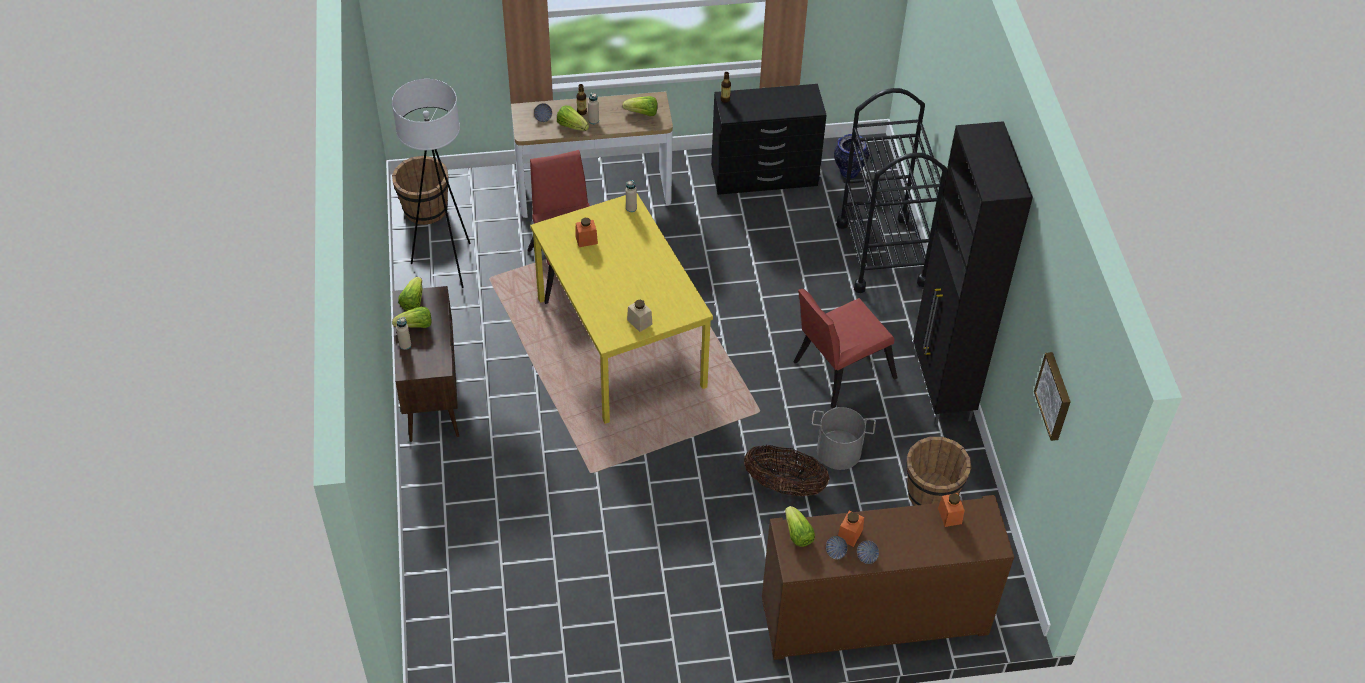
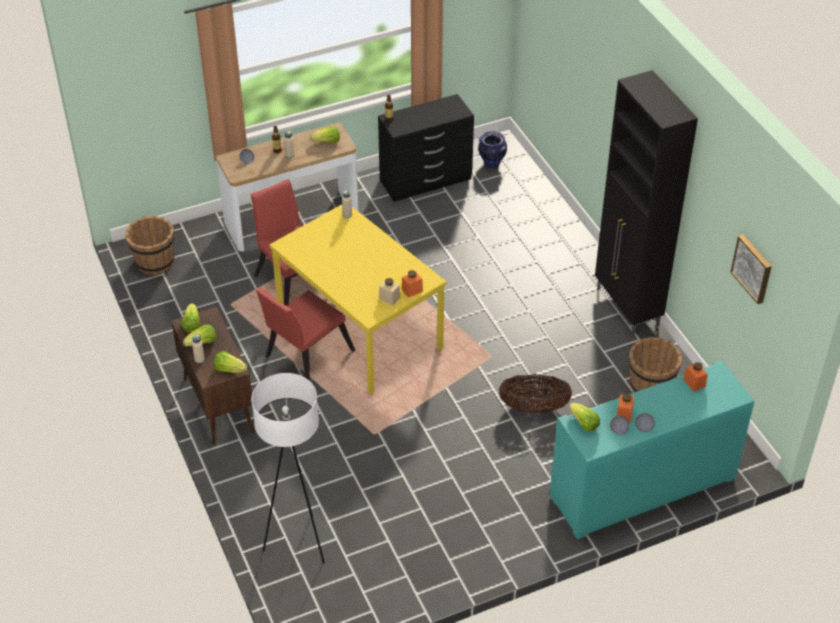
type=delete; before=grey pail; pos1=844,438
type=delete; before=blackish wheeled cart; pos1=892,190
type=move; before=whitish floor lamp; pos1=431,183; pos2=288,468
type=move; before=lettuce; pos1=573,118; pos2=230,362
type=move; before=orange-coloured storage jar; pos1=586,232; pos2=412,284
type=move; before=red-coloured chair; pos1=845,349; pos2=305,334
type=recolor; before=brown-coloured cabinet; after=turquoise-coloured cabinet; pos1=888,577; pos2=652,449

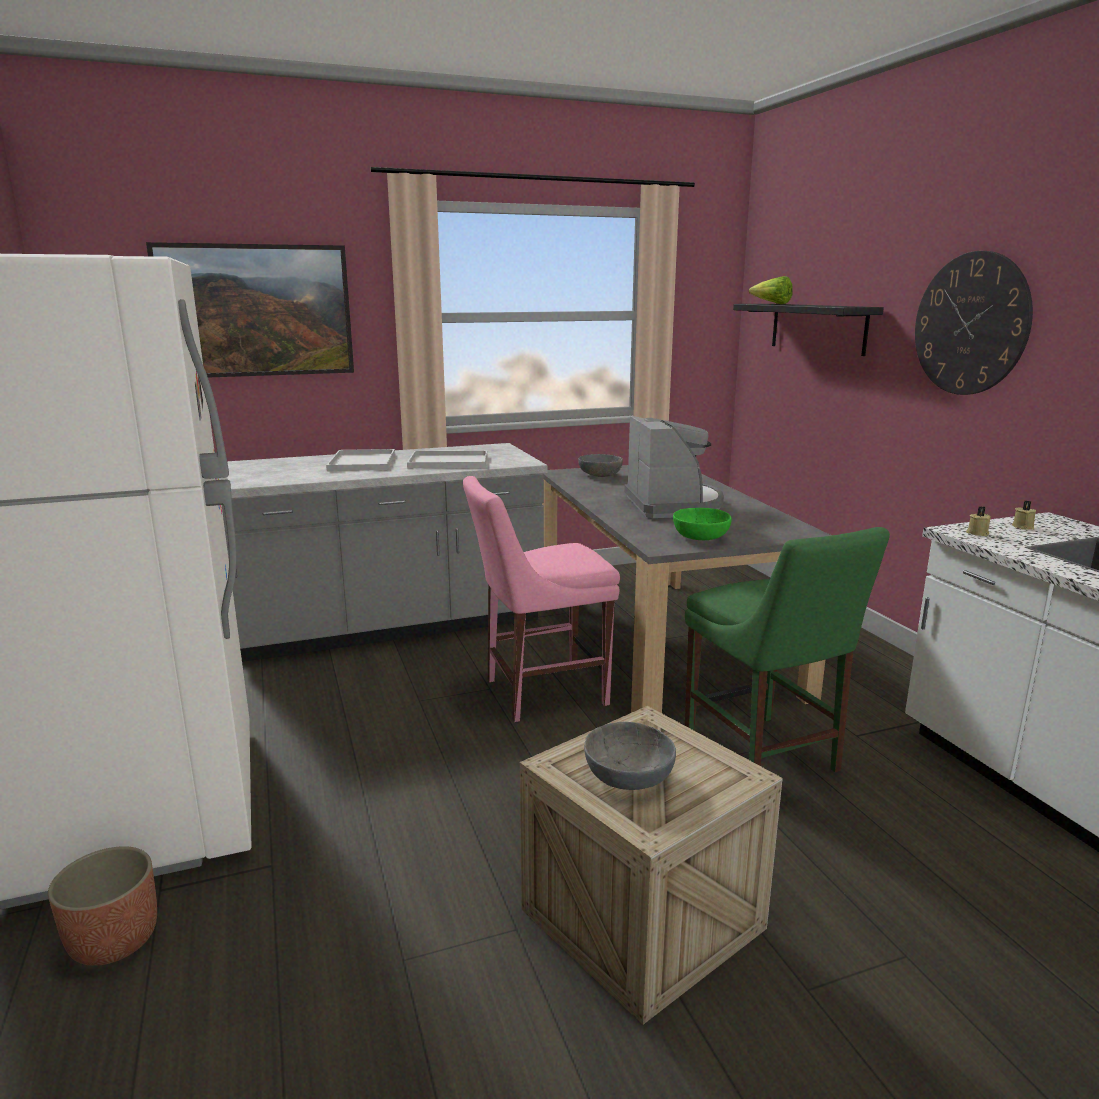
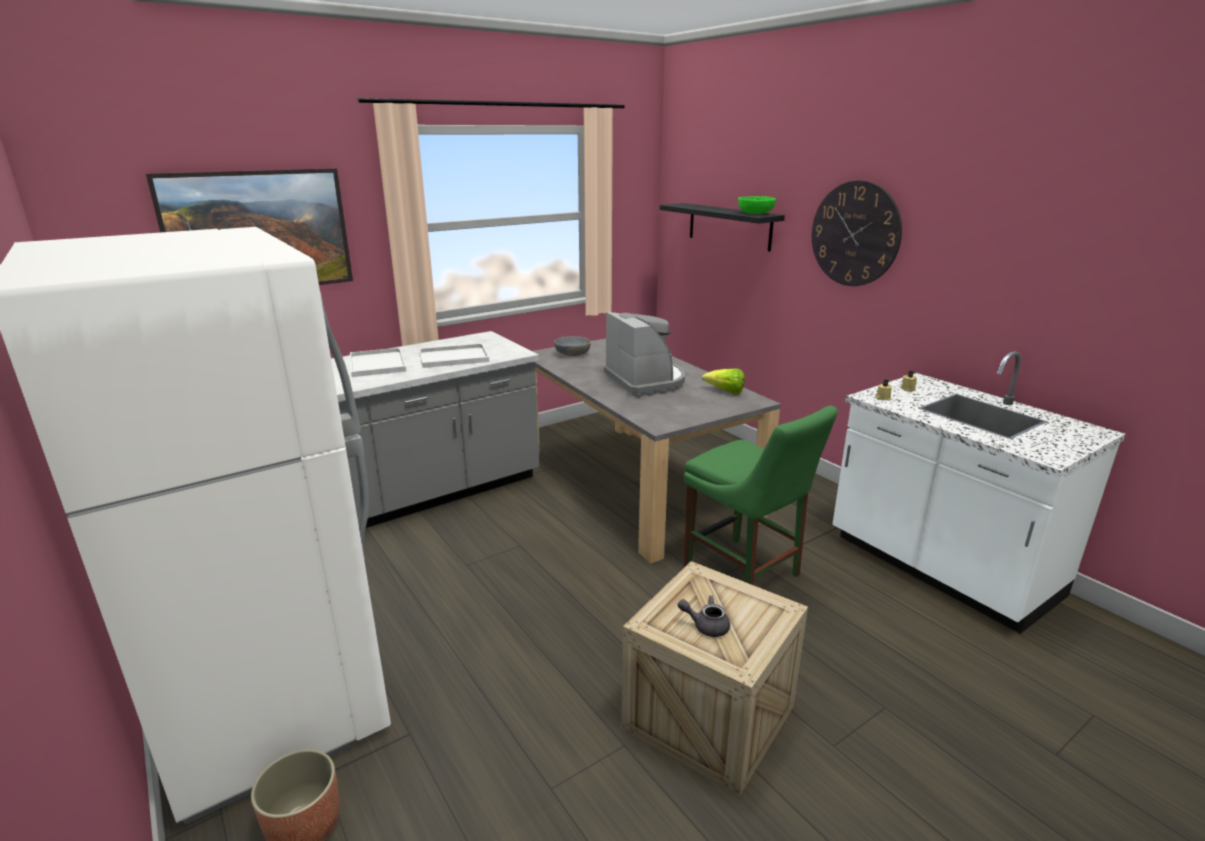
type=delete; before=pink-coloured chair; pos1=541,599
type=move; before=green-coloured bowl; pos1=702,524; pos2=757,205
type=move; before=lettuce; pos1=771,290; pos2=723,381
type=replace; before=grey bowl; after=grey tea pot; pos1=630,756; pos2=704,616

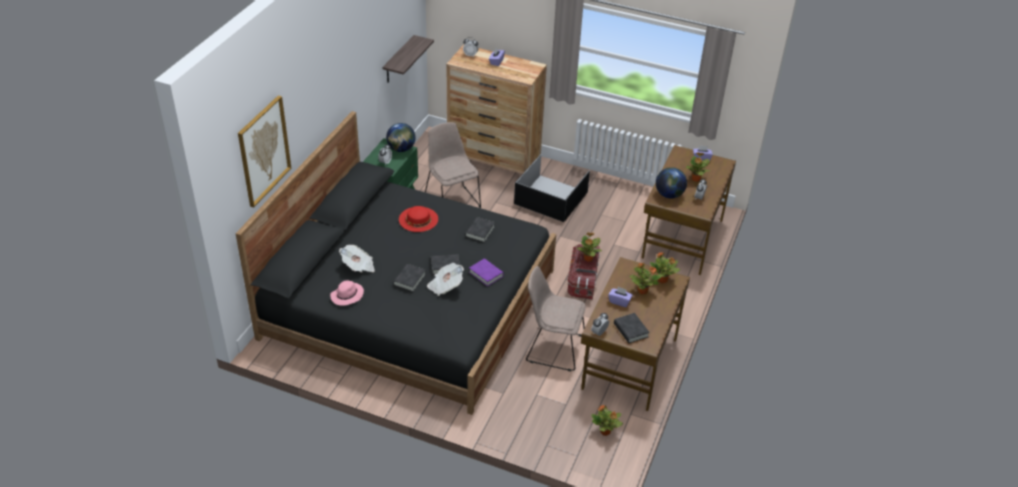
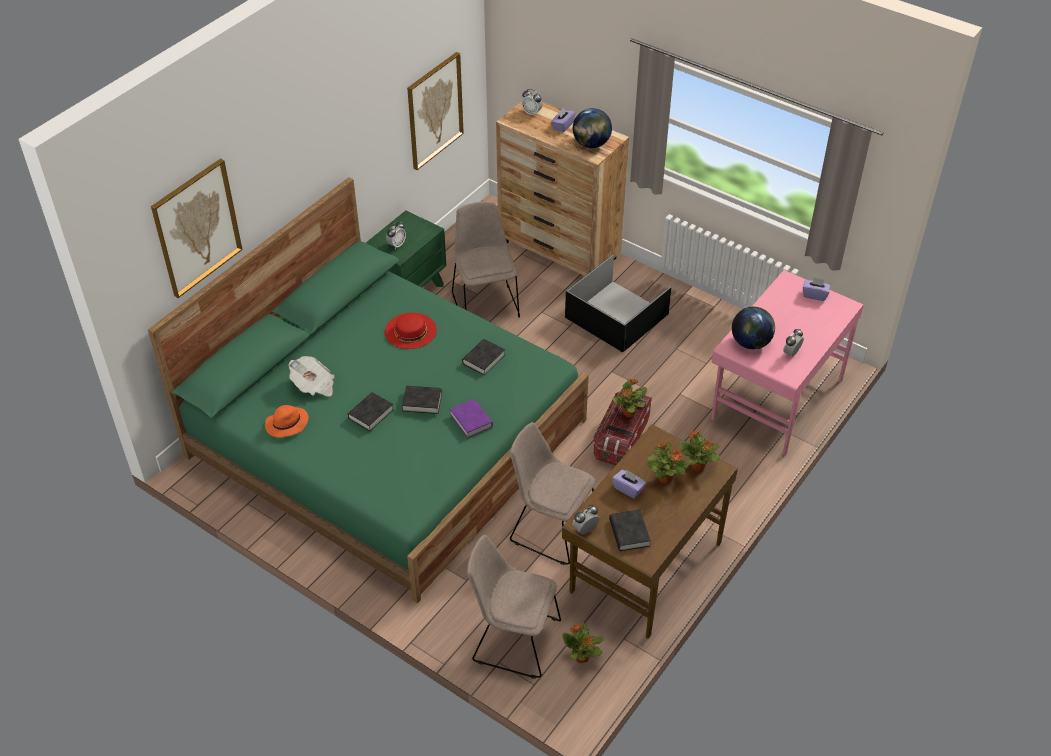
type=delete; before=daily paper; pos1=445,279
type=delete; before=plant in a pot; pos1=698,167
type=insert; after=beige chair; pos2=514,607
type=move; before=world globe; pos1=400,137; pos2=592,128
type=replace; before=wall shelf; after=wall picture; pos1=408,59; pos2=435,111
type=recolor; before=blackish bed; after=green-coloured bed; pos1=395,263; pos2=368,390
type=recolor; before=pink-coloured clothing hat; after=orange-coloured clothing hat; pos1=347,293; pos2=287,421
type=recolor; before=brown-coloured desk; after=pink-coloured desk; pos1=689,210; pos2=787,363

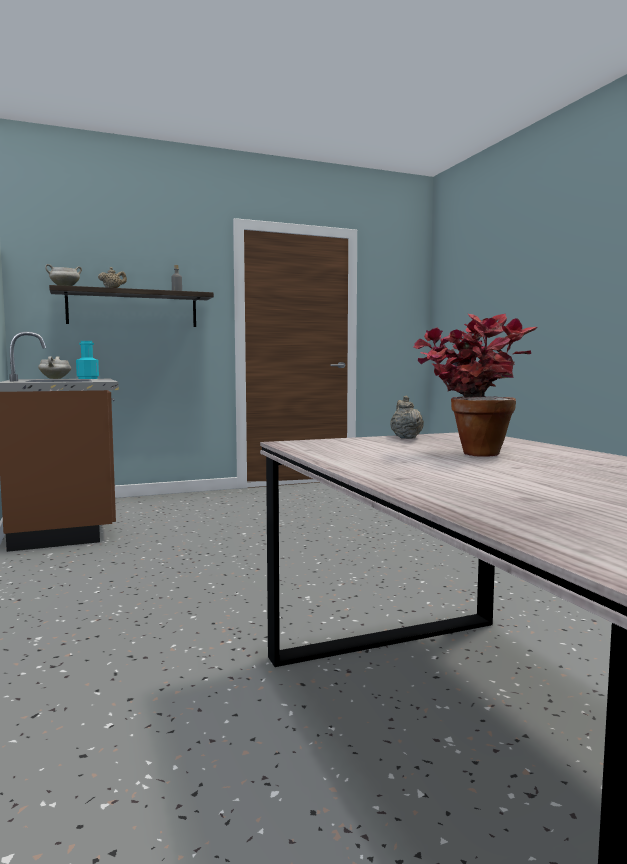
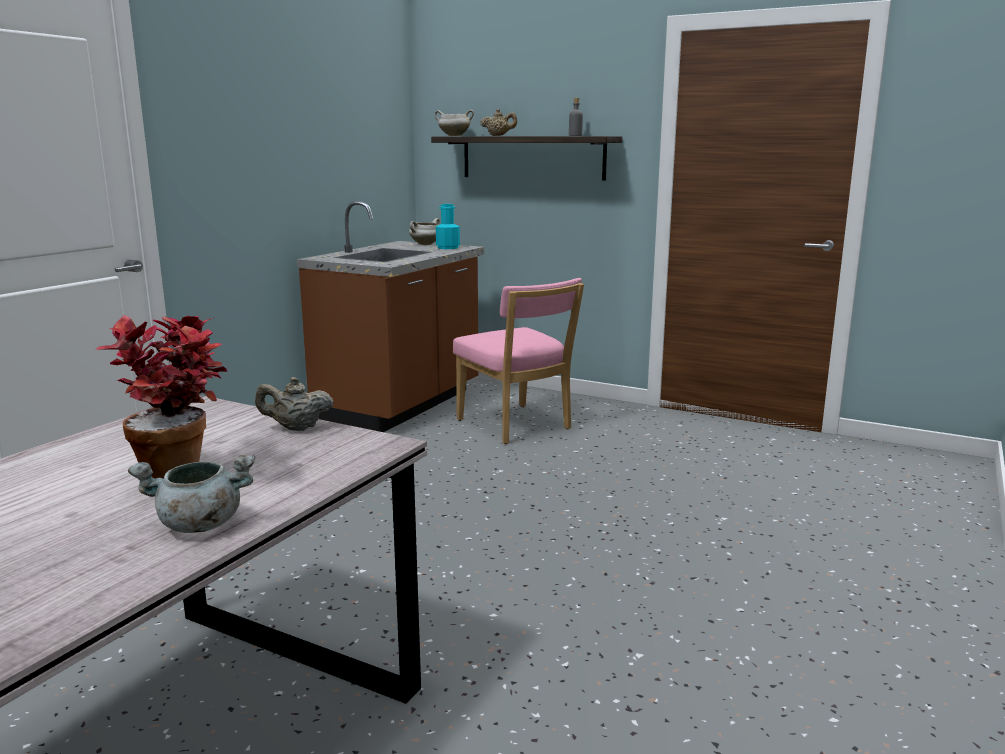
type=insert; after=grey stockpot; pos2=191,494
type=insert; after=pink-coloured chair; pos2=518,361
type=rotate; before=beige tea pot; pos1=407,417; pos2=294,404; turn=-135

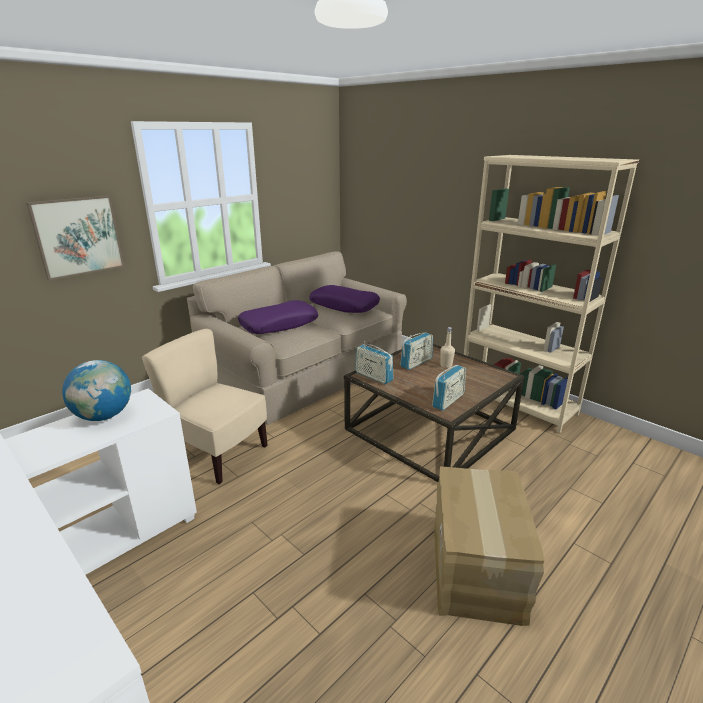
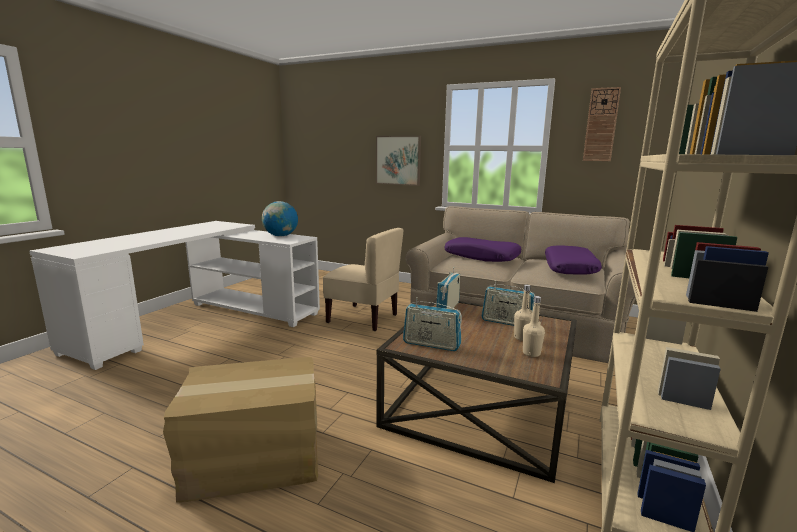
type=insert; after=beige beverage bottle; pos2=534,326
type=insert; after=hanging clock; pos2=602,124
type=rotate; before=beige chair; pos1=205,406; pos2=363,279; turn=105

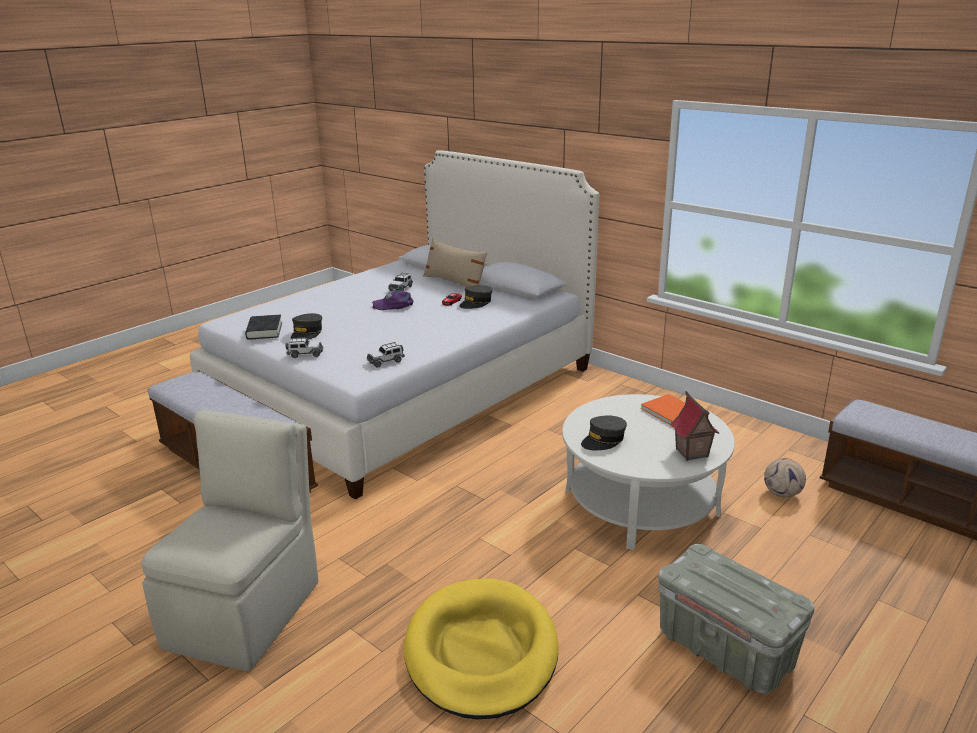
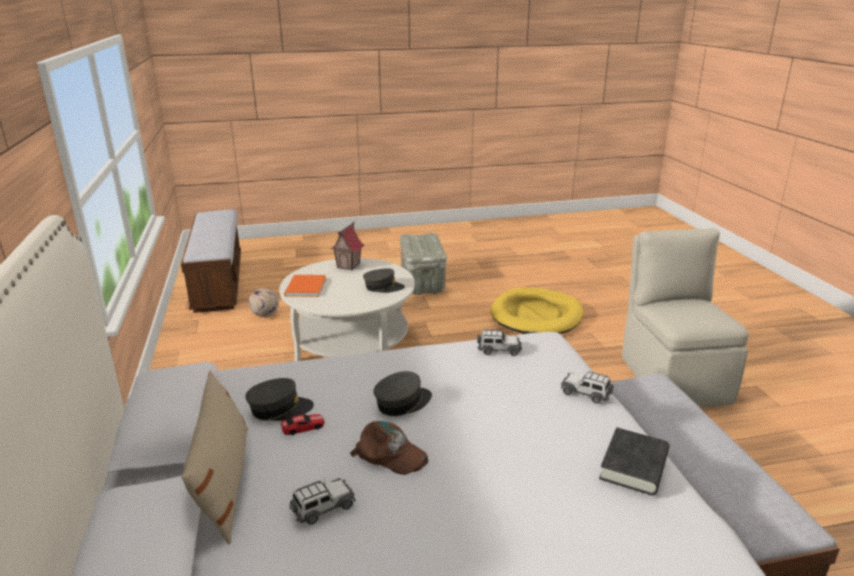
type=move; before=grey baseball cap; pos1=306,326; pos2=403,393
type=recolor; before=purplish baseball cap; after=brown-coloured baseball cap; pos1=393,300; pos2=389,448
type=rotate; before=beige chair; pos1=229,540; pos2=685,317; turn=120

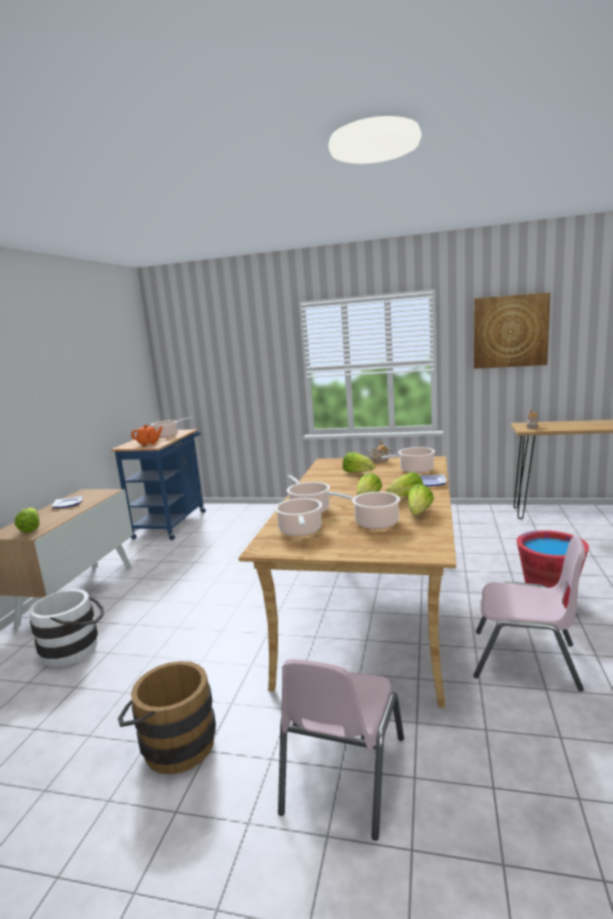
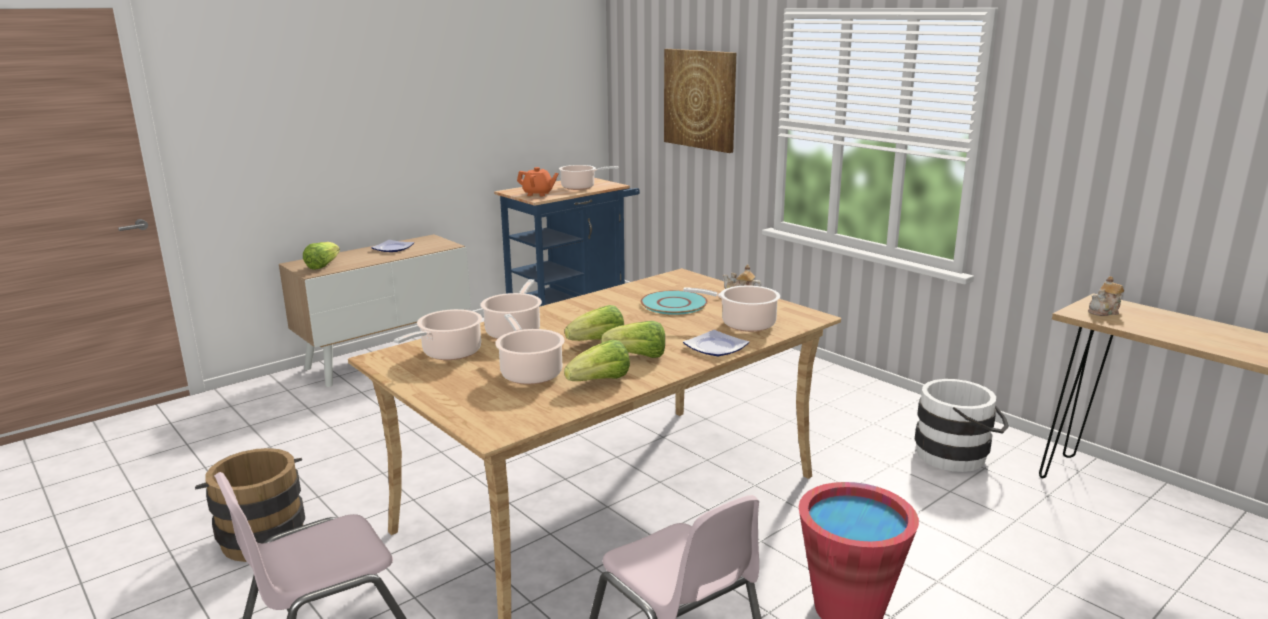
type=move; before=whitish pail; pos1=66,628; pos2=962,425
type=move; before=wall picture; pos1=512,330; pos2=700,101
type=replace; before=lettuce; after=turquoise-coloured dinner plate; pos1=359,462; pos2=674,302

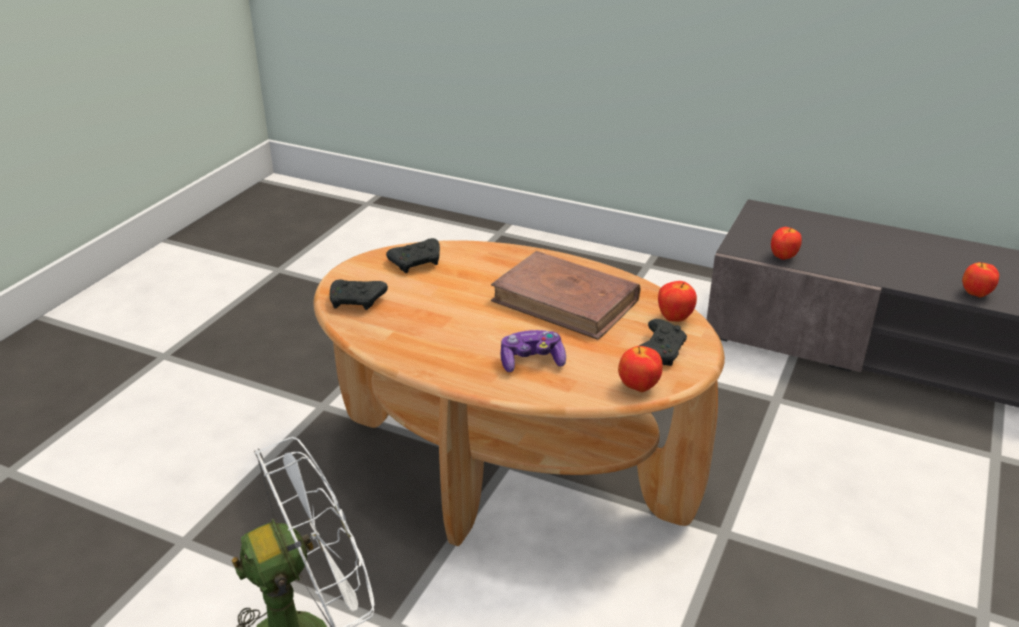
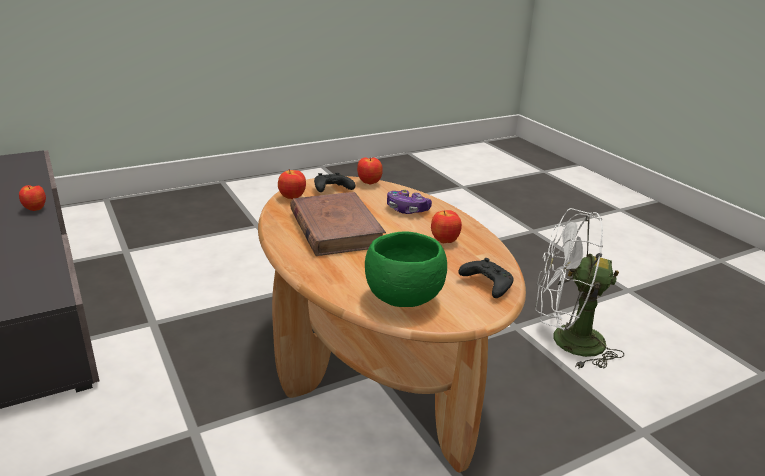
type=move; before=apple fruit; pos1=786,243; pos2=446,226
type=replace; before=blackish gamepad; after=green-coloured bowl; pos1=413,255; pos2=406,269

